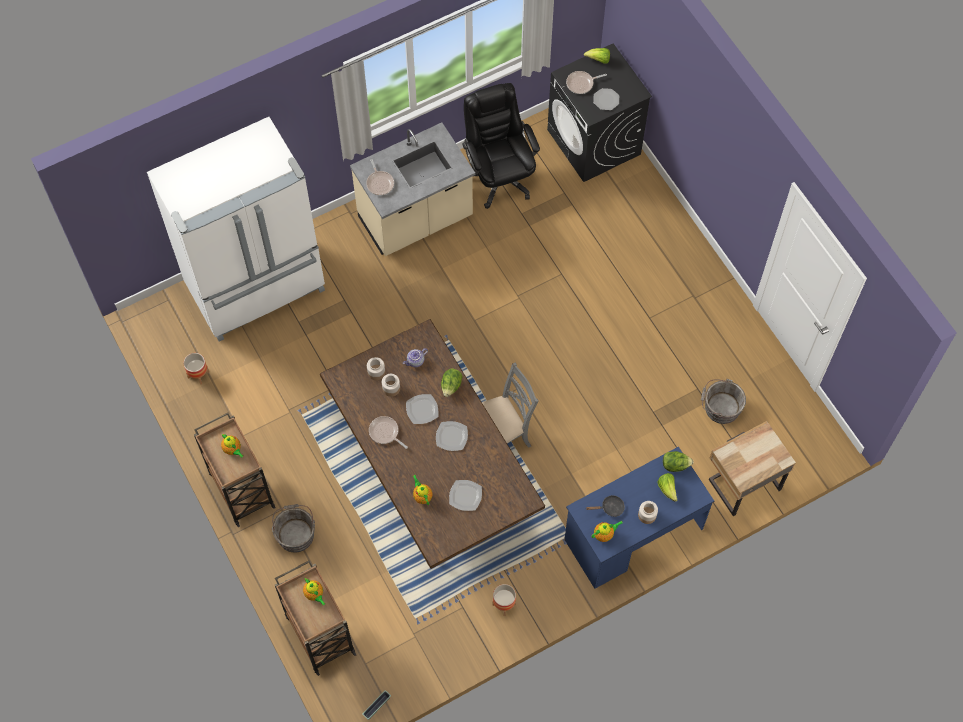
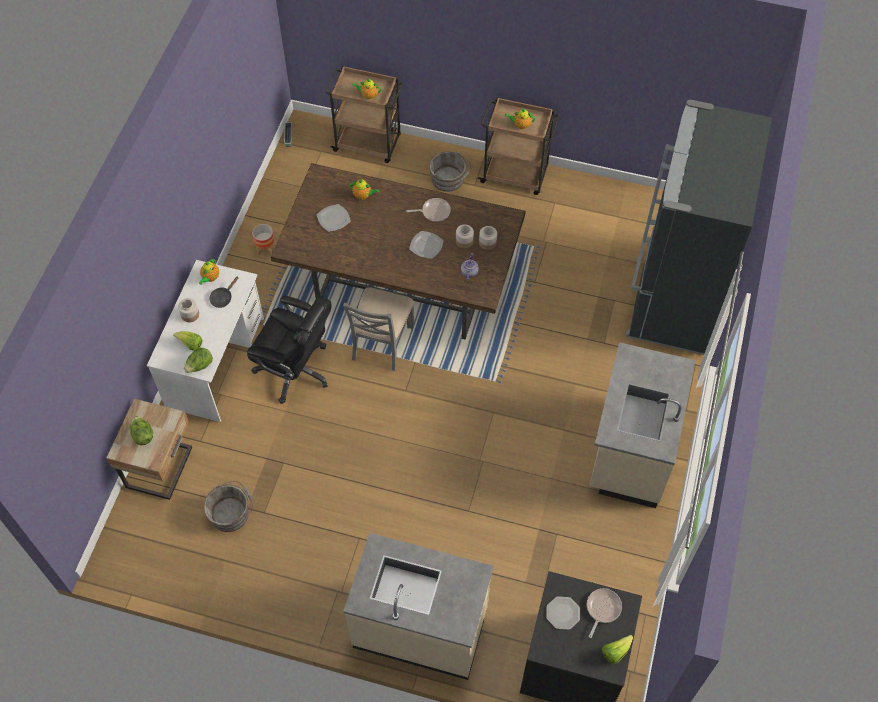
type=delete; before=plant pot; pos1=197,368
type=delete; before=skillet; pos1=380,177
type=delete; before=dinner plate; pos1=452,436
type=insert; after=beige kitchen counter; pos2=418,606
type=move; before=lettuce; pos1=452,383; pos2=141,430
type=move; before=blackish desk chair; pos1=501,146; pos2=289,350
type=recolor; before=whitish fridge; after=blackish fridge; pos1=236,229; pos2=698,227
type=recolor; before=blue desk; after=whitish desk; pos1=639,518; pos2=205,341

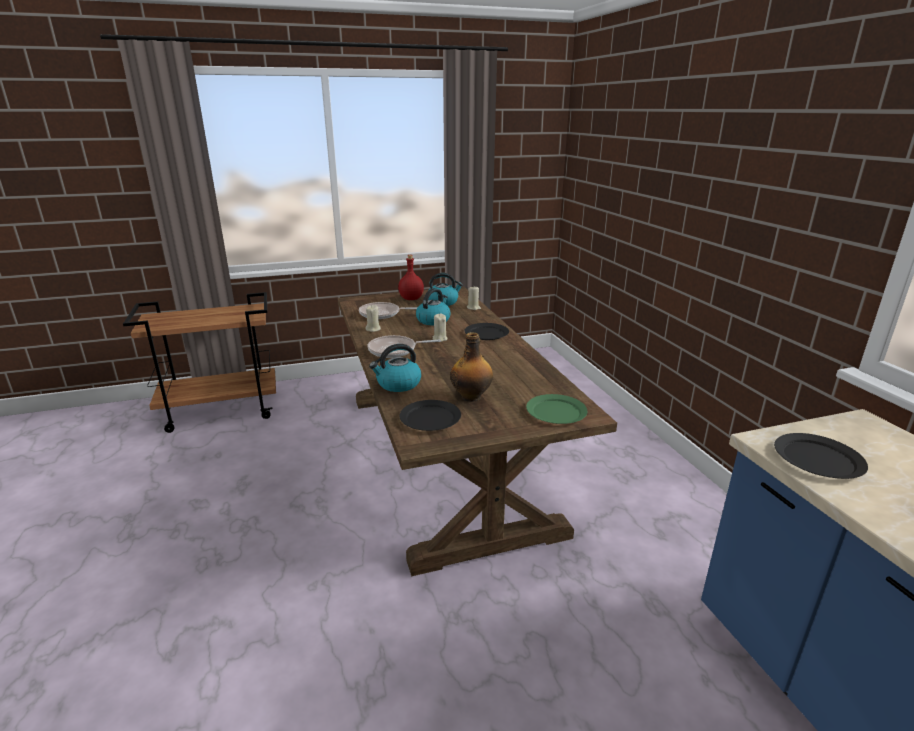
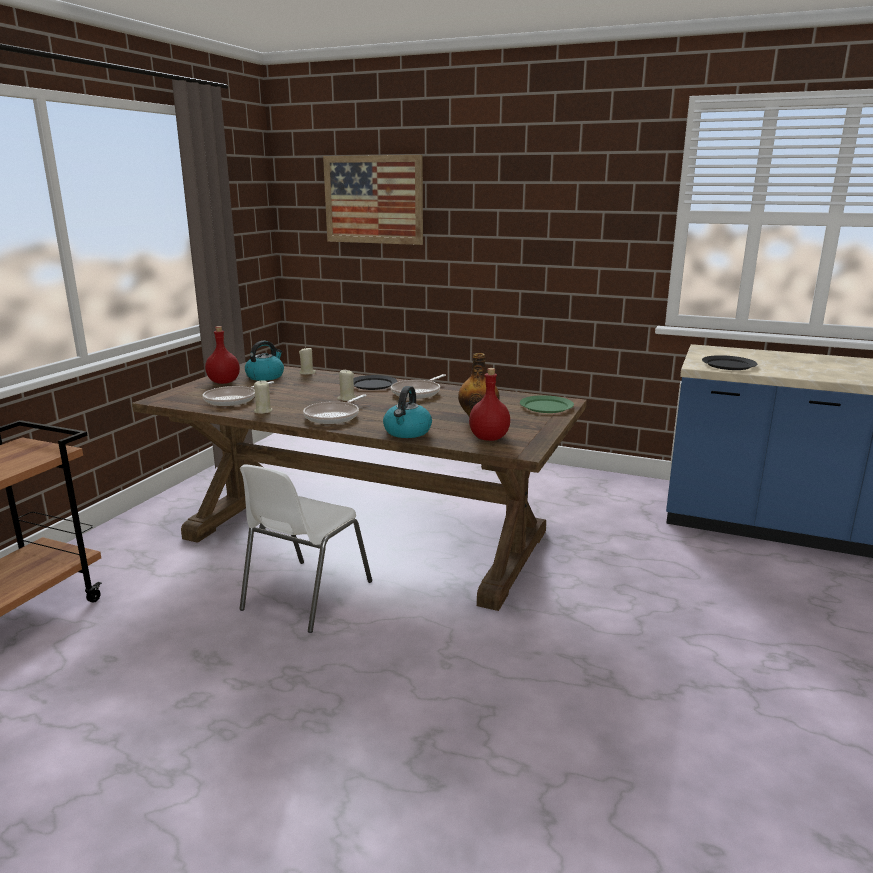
type=delete; before=tea kettle; pos1=433,306
type=insert; after=whitish chair; pos2=306,549
type=insert; after=wall picture; pos2=373,200
type=insert; after=skillet; pos2=418,386
type=replace; before=blackish dinner plate; after=red-coloured beverage bottle; pos1=430,415; pos2=489,404

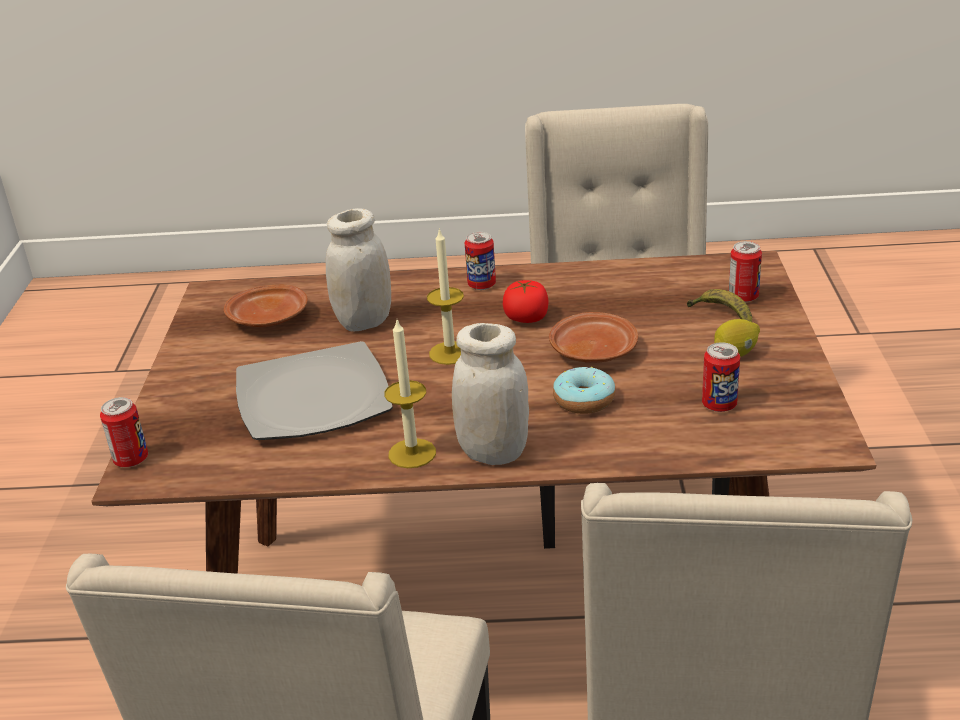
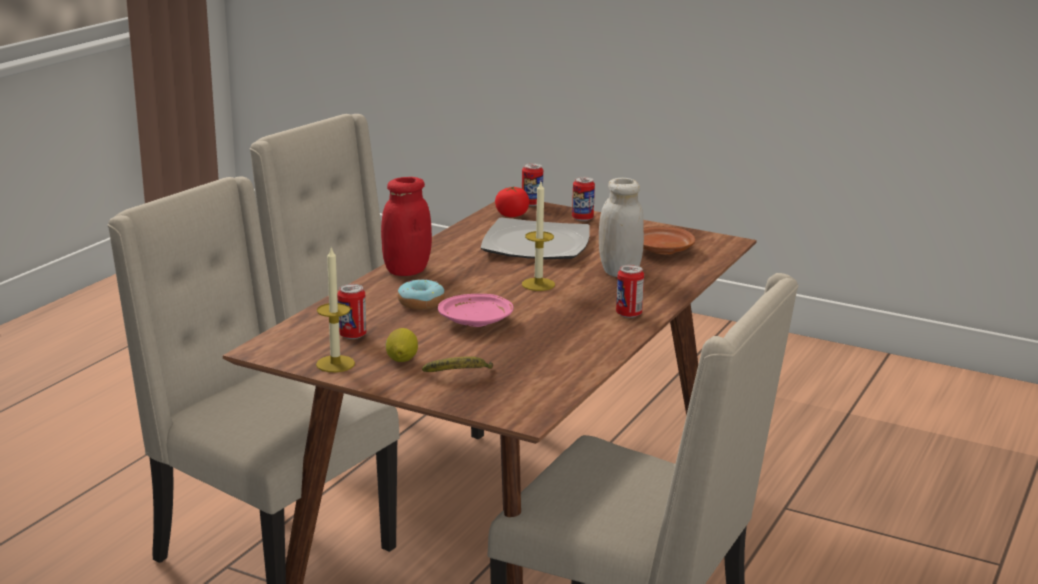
type=move; before=wax light; pos1=410,394; pos2=335,309
type=move; before=whole tomato; pos1=525,301; pos2=512,202
type=move; before=sealed can; pos1=745,271; pos2=583,199
type=recolor; before=whitish storage jar; after=red-coloured storage jar; pos1=490,394; pos2=406,226
type=recolor; before=brown-coloured dinner plate; after=pink-coloured dinner plate; pos1=593,337; pos2=475,310

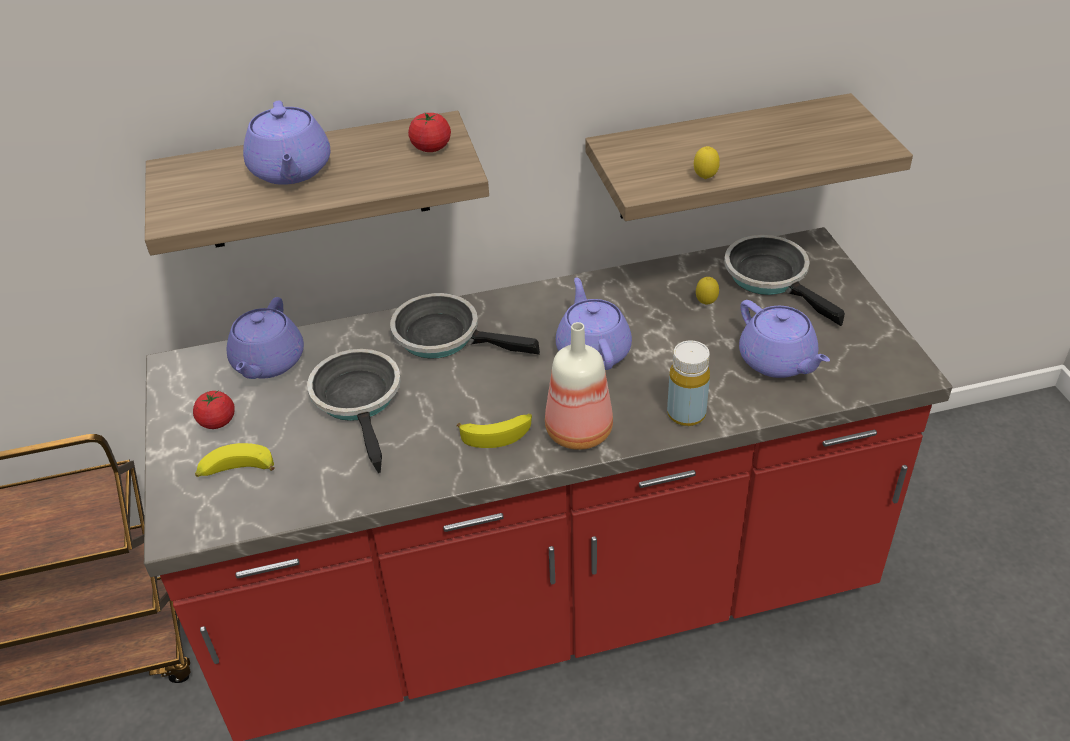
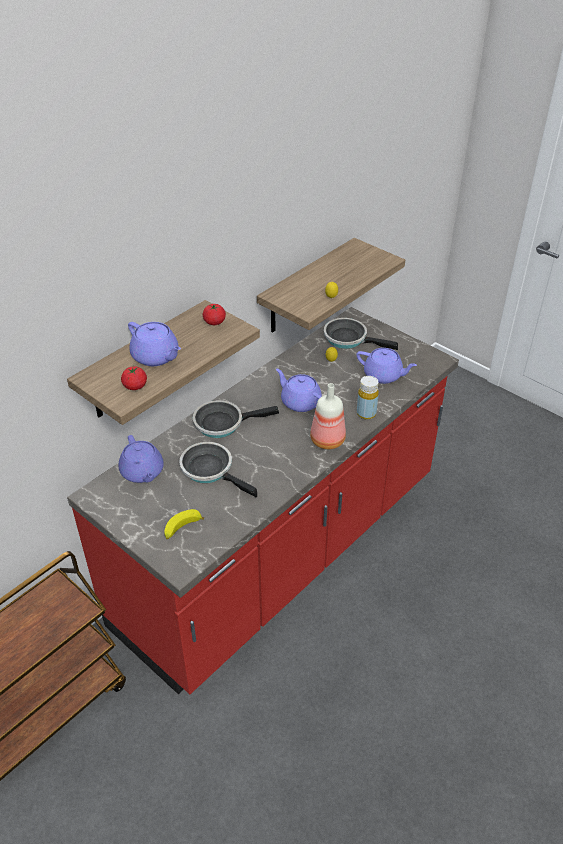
type=delete; before=whole banana; pos1=494,431
type=move; before=whole tomato; pos1=214,409; pos2=134,378

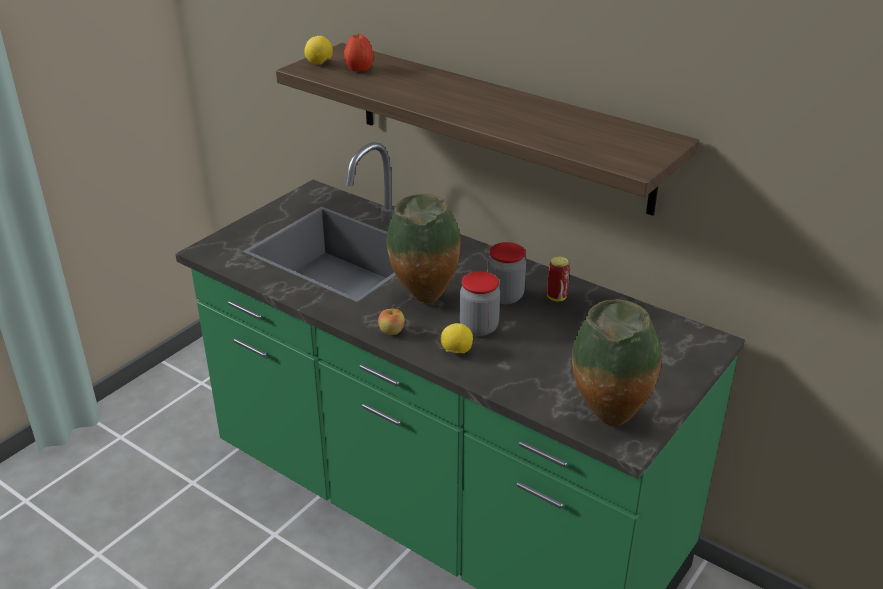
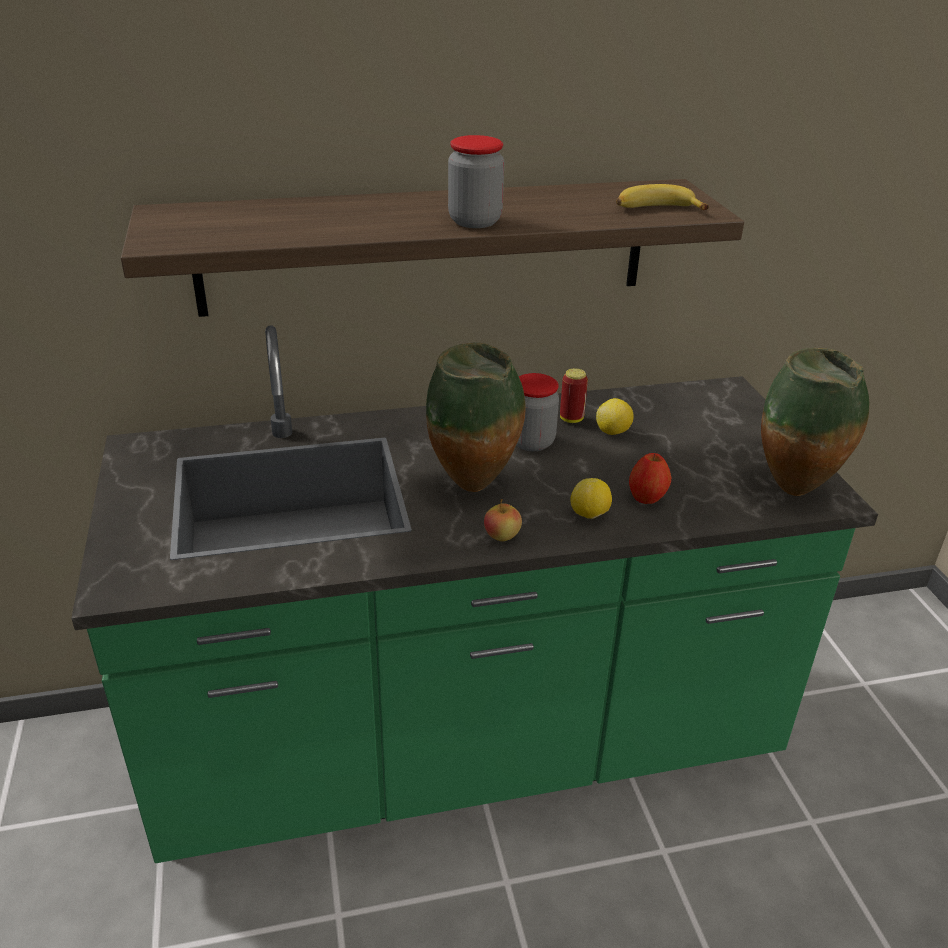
type=insert; after=whole banana; pos2=662,197
type=move; before=whole lemon; pos1=318,50; pos2=615,416
type=move; before=apple fruit; pos1=358,53; pos2=650,478
type=move; before=storage jar; pos1=480,303; pos2=476,181

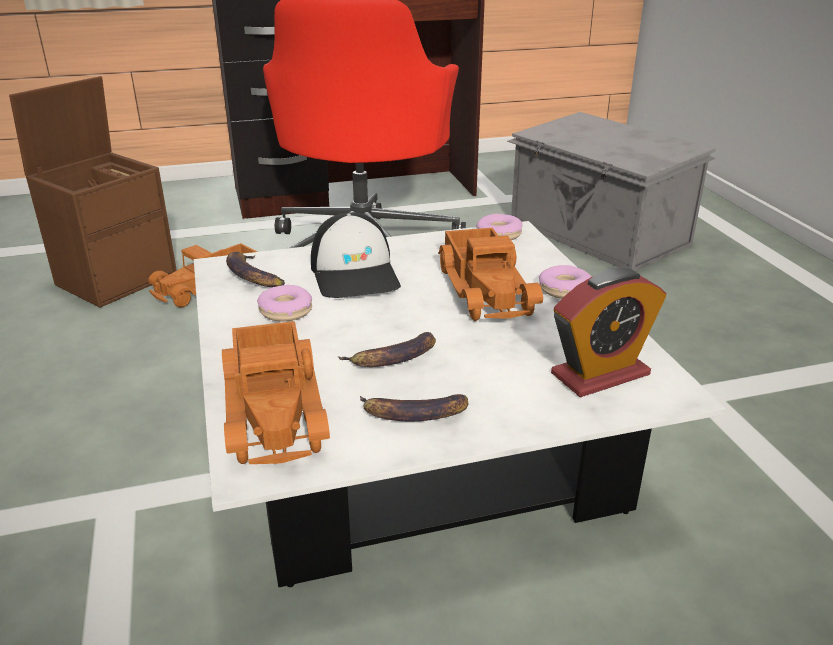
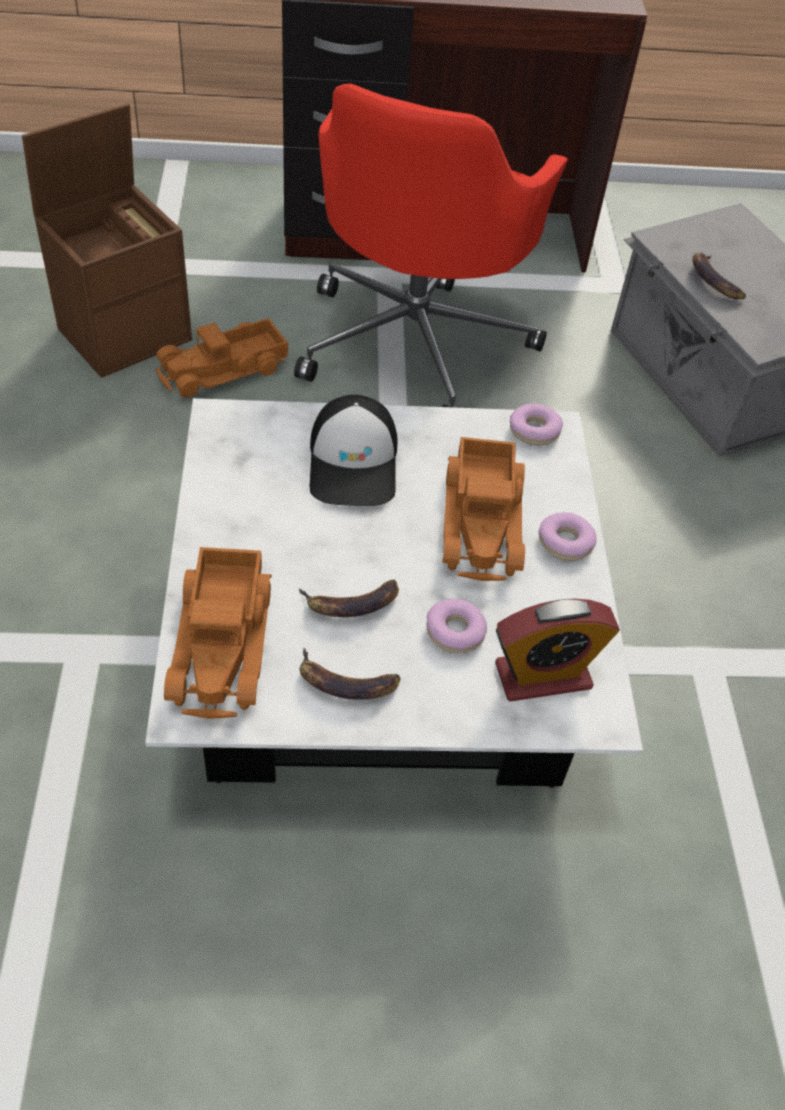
type=move; before=whole banana; pos1=255,269; pos2=719,275
type=move; before=doughnut; pos1=284,303; pos2=456,626

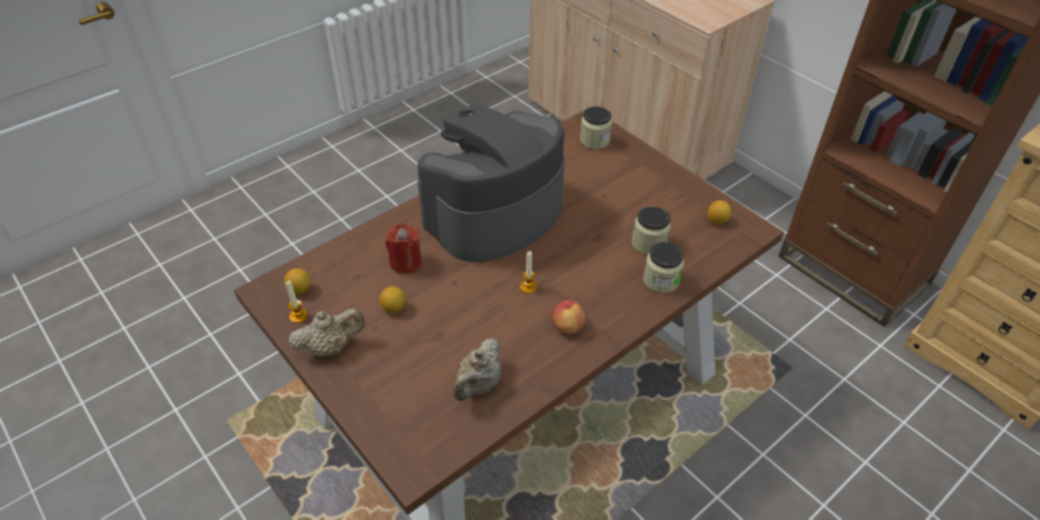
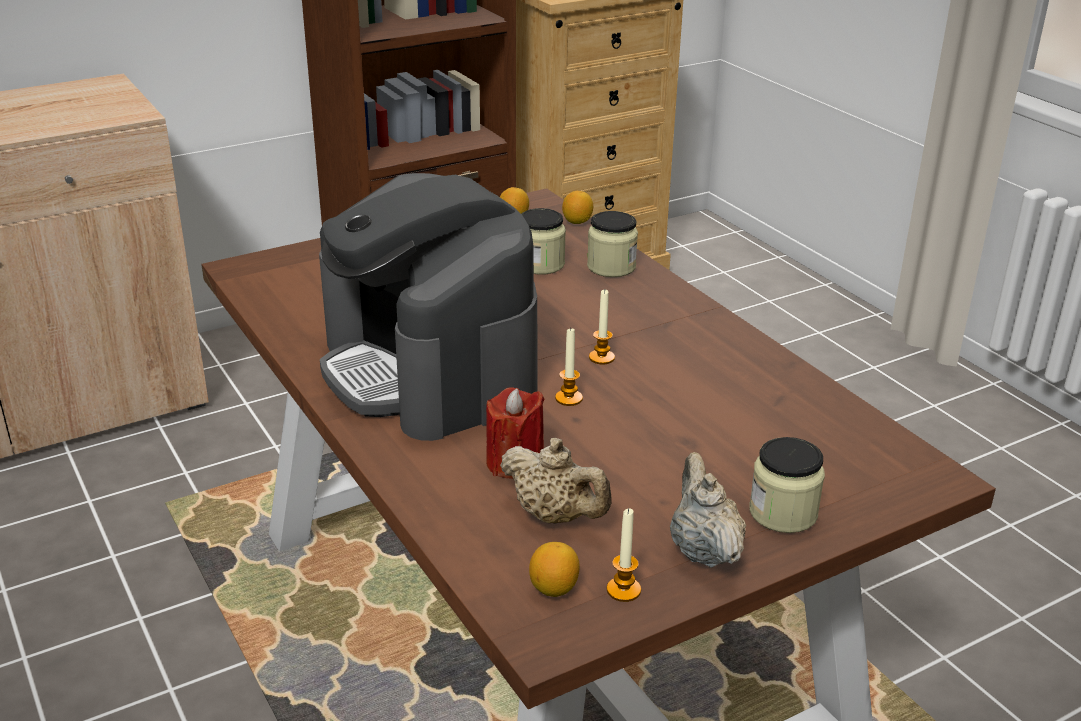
type=delete; before=apple fruit; pos1=568,317
type=insert; after=wax light; pos2=569,367
type=move; before=whole lemon; pos1=392,299; pos2=577,207
type=move; before=beige tea pot; pos1=477,369; pos2=556,480
type=move; before=storage jar; pos1=596,127; pos2=787,485

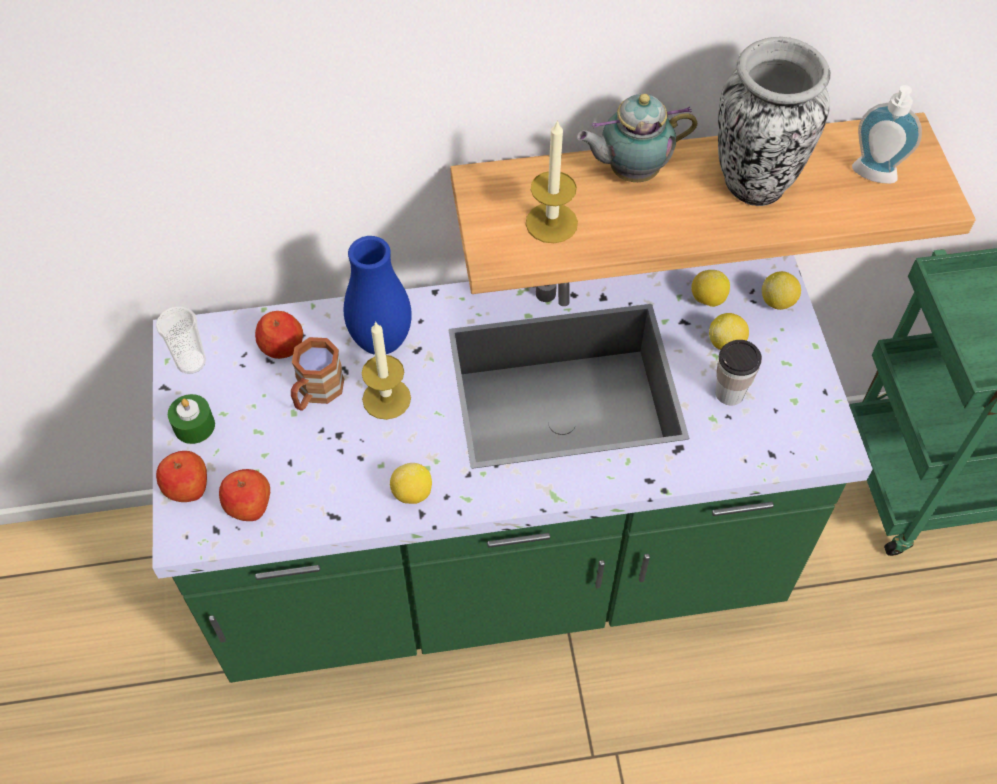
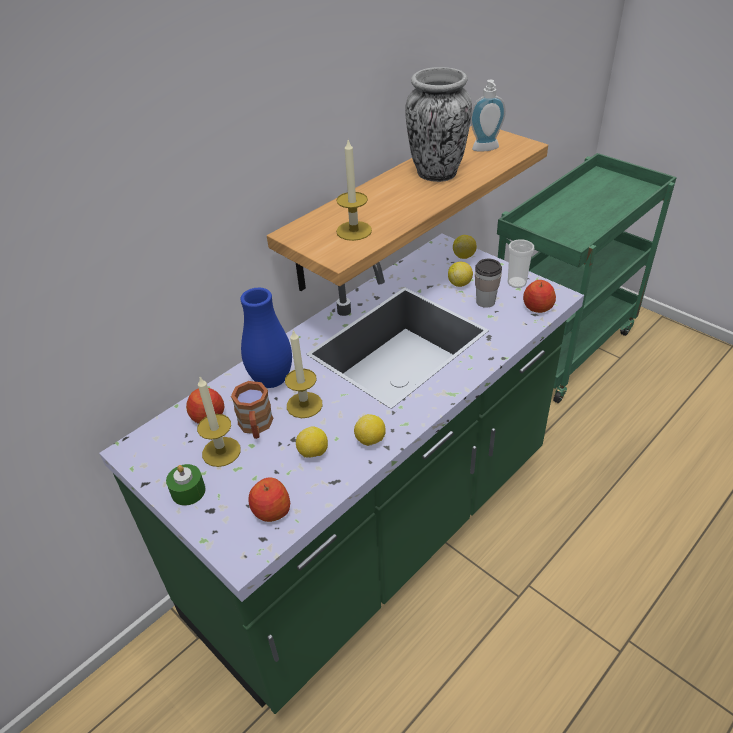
type=delete; before=tea pot; pos1=637,138
type=insert; after=wax light; pos2=219,422
type=move; before=small cup; pos1=181,340; pos2=521,263
type=move; before=apple fruit; pos1=181,476; pos2=539,296
type=move; before=whole lemon; pos1=710,288; pos2=312,442

